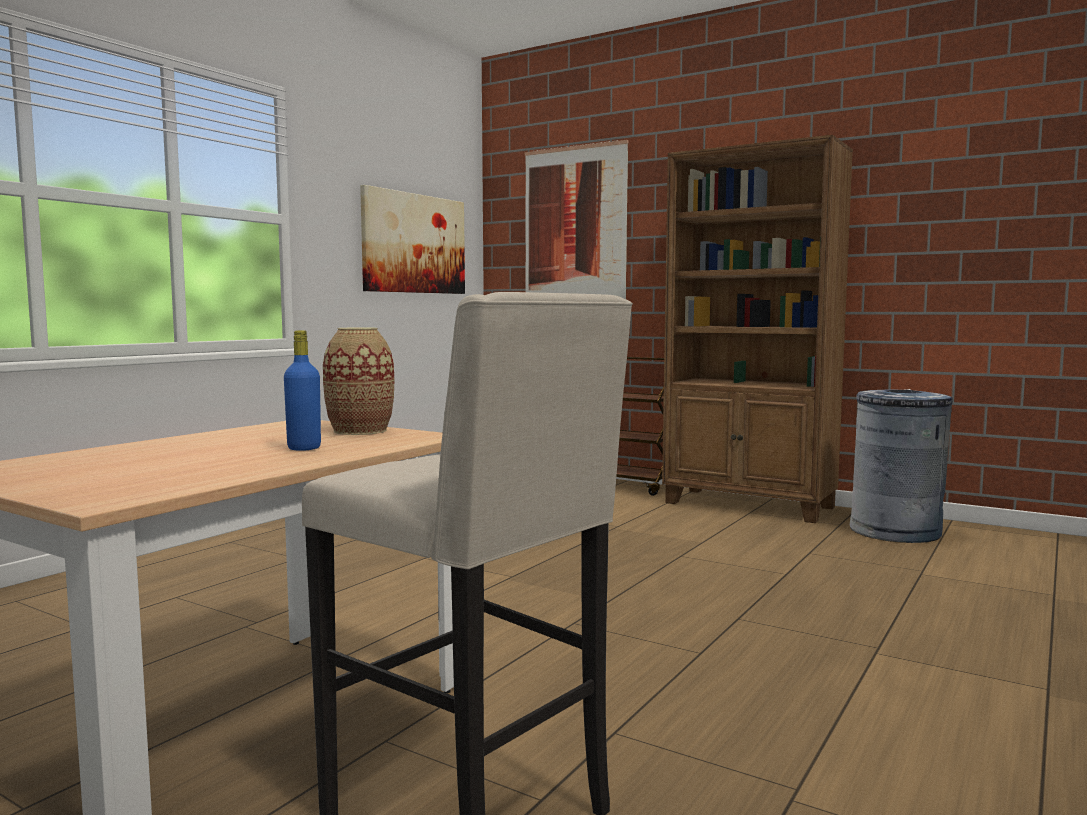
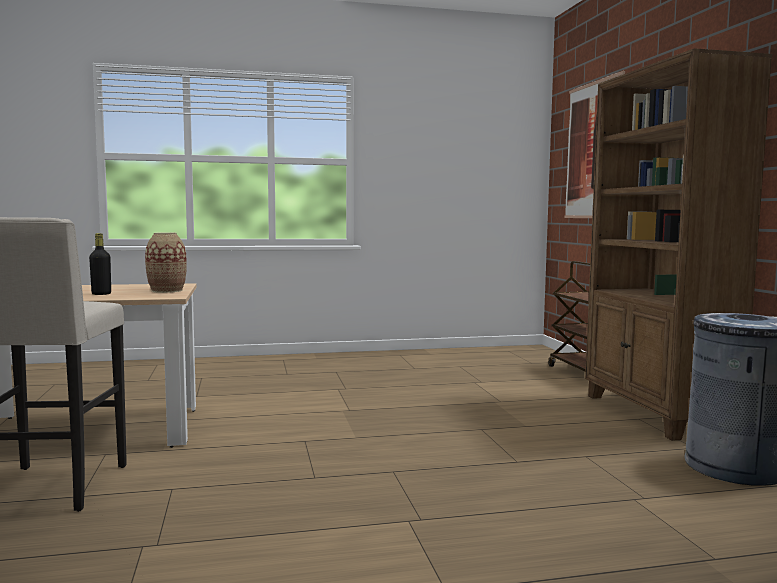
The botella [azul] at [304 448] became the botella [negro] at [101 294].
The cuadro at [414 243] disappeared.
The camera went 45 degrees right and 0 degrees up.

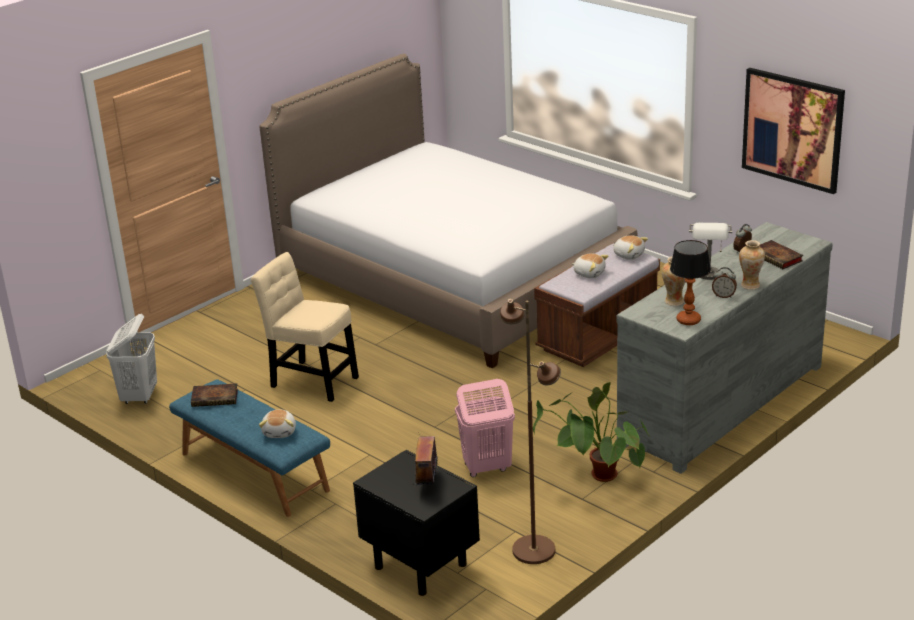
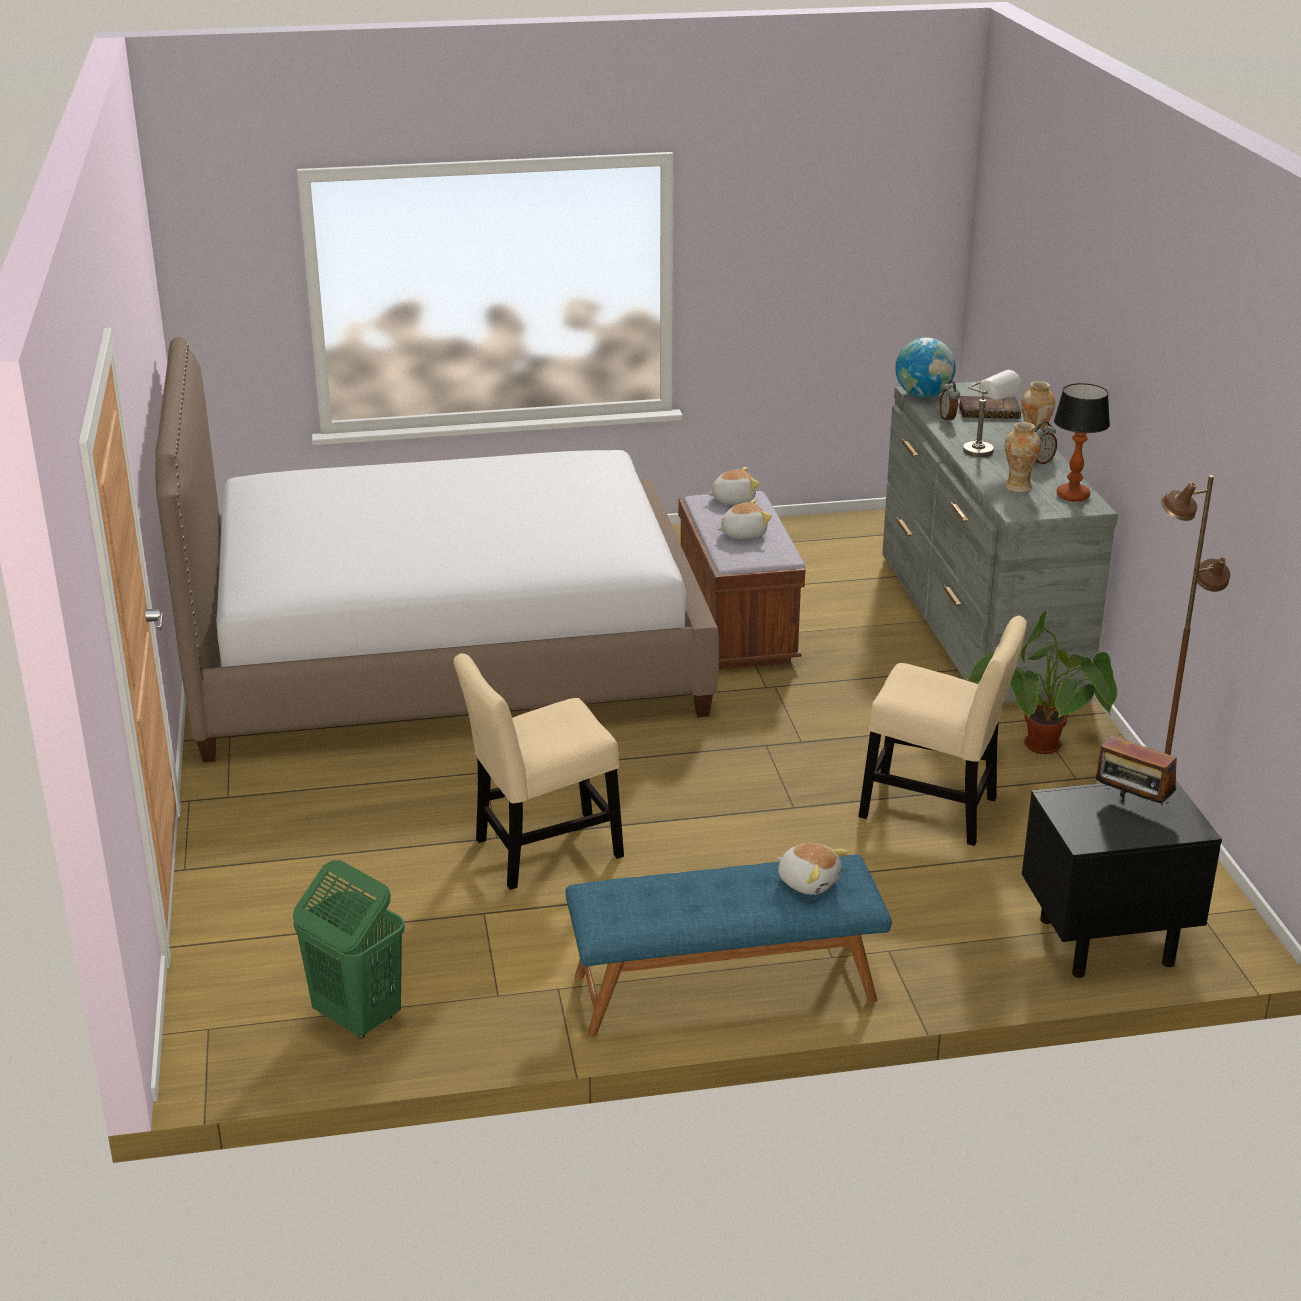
The cesto de la ropa [blanco] at [139 396] became the cesto de la ropa [verde] at [356 1017].
The cesto de la ropa [rosa] at [486 468] was replaced by the silla [beis] at [935 810].
The globo terráqueo at [923 395] appeared.
The libro at [216 398] disappeared.
The cuadro at [792 129] disappeared.
The camera went 55 degrees left and 0 degrees up.

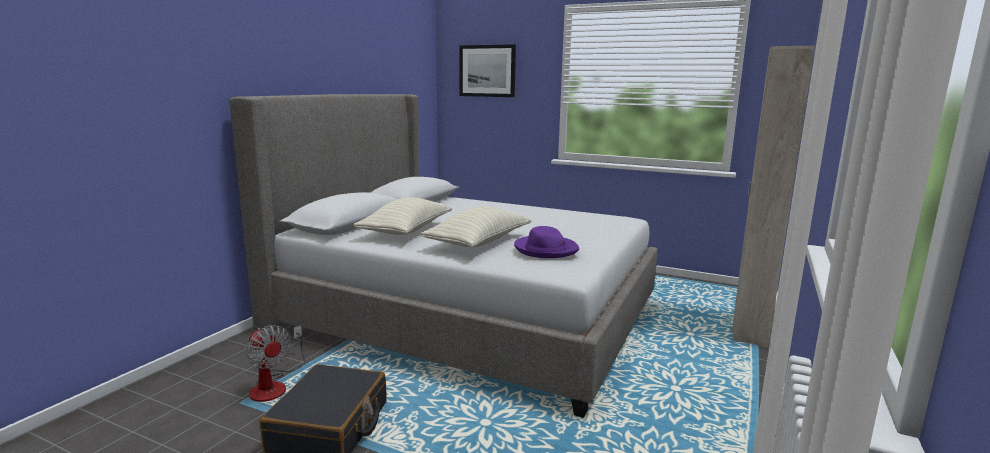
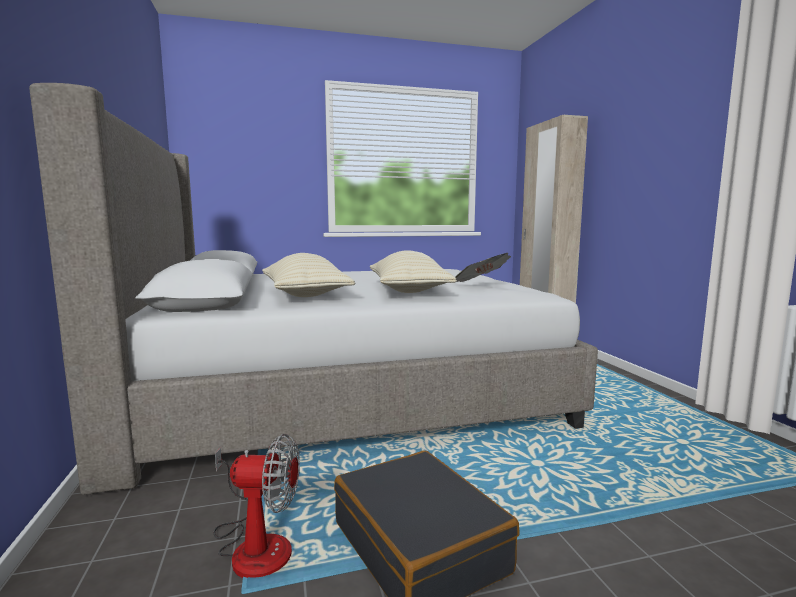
The sombrero [morado] at [545 249] was replaced by the periódico at [479 284].
The cuadro at [487 71] disappeared.
The camera went 40 degrees left and 5 degrees down.

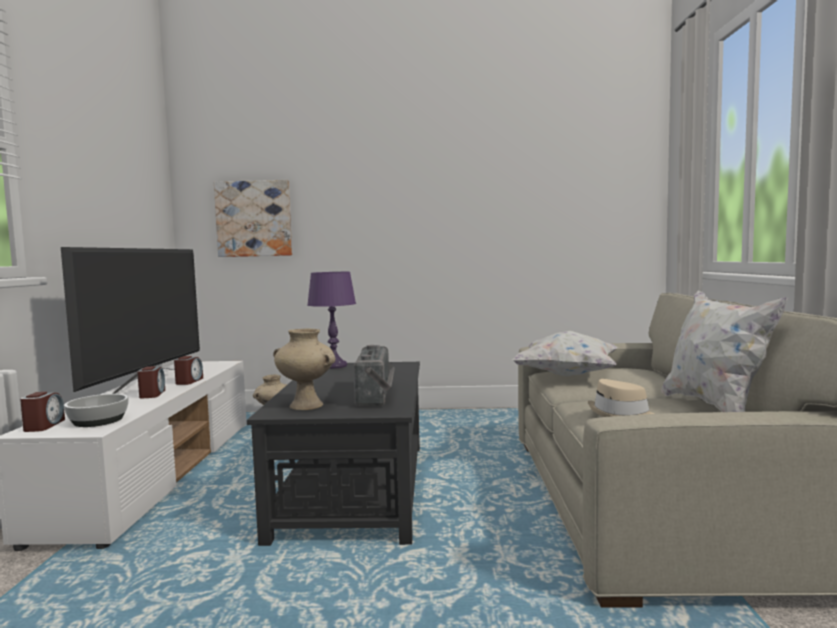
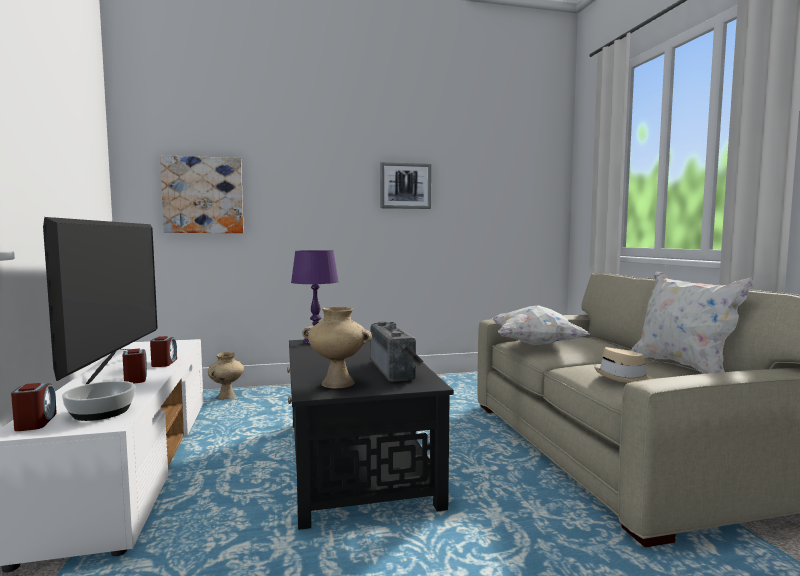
The cuadro at [405 186] appeared.
The camera went 15 degrees left and 0 degrees up.

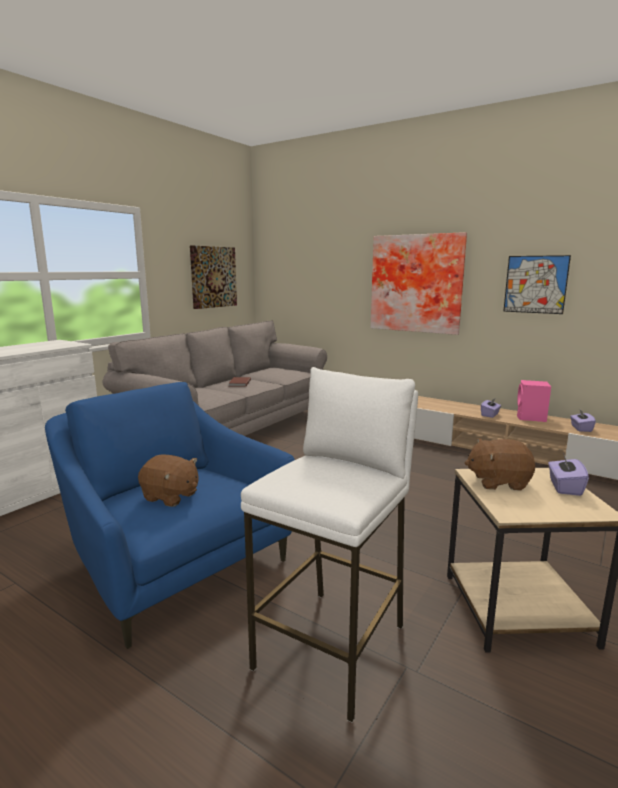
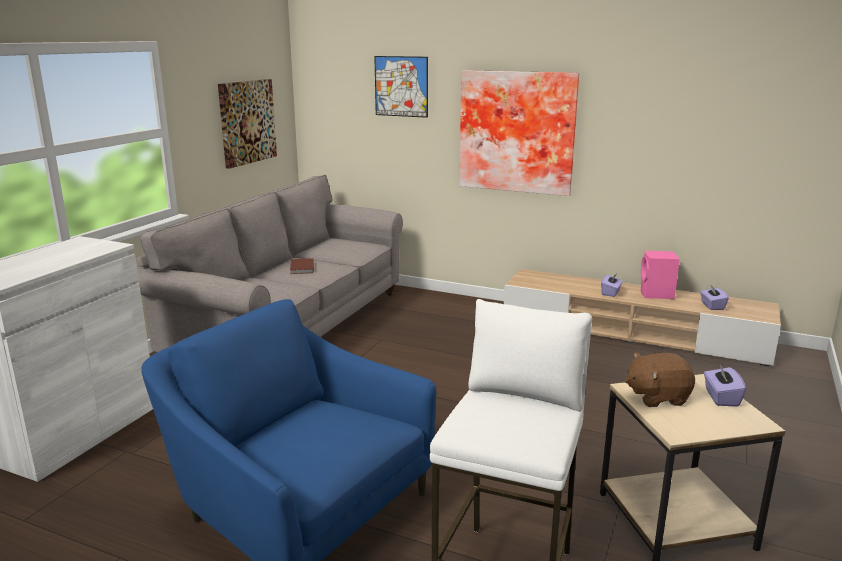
The cuadro moved from [535 284] to [401 86].
The peluche [marrón] at [170 497] disappeared.
The camera went 10 degrees left and 5 degrees up.

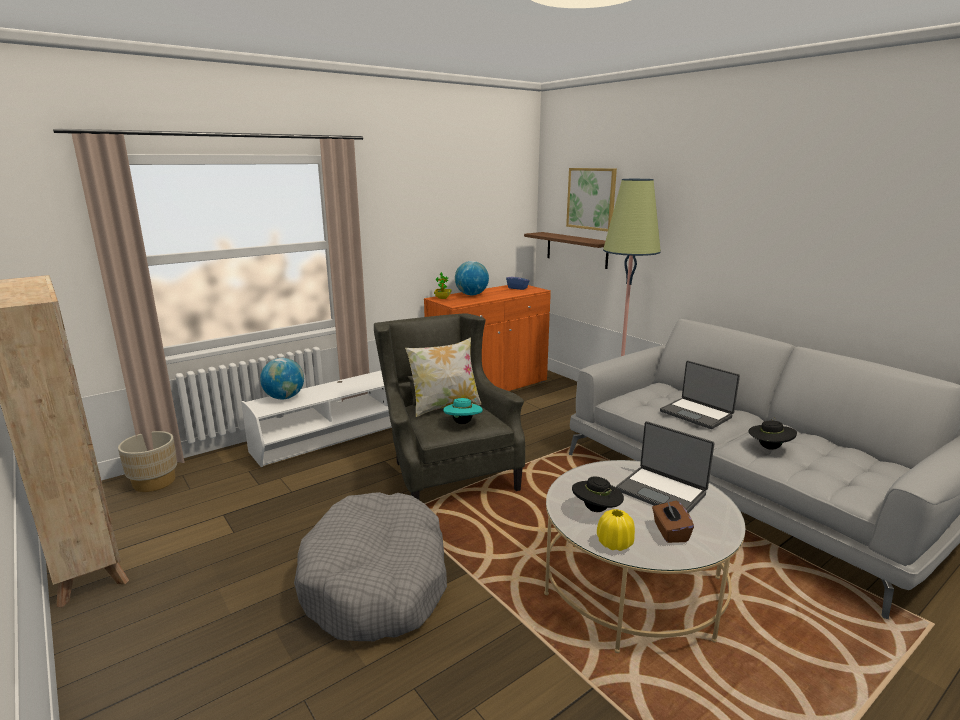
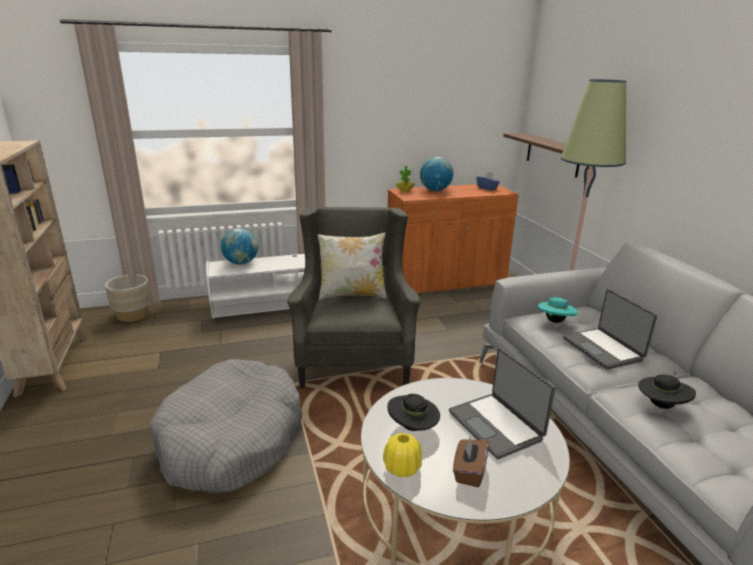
The sombrero [turquesa] moved from [463 423] to [555 321].
The cuadro at [591 198] disappeared.
The camera went 20 degrees right and 5 degrees up.

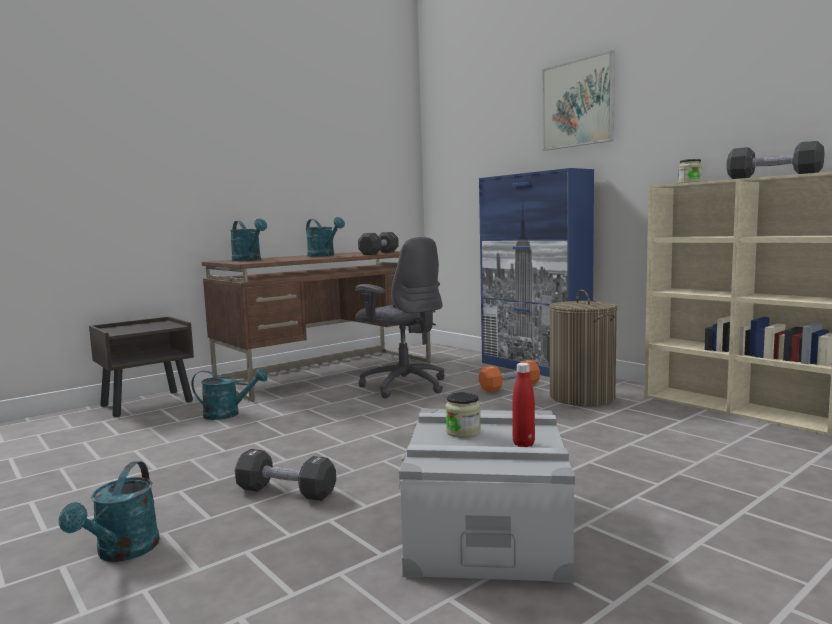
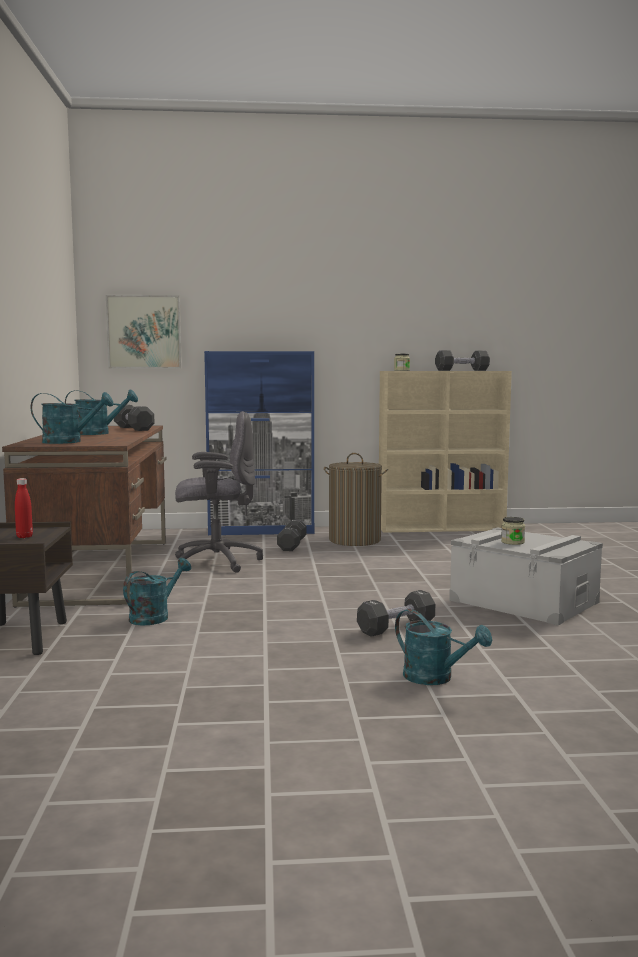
The botella [rojo] moved from [523 444] to [24 536].
The cuadro moved from [578 103] to [144 332].
The mancuerna [naranja] at [509 387] became the mancuerna [negro] at [292 545].
The camera went 55 degrees left and 0 degrees up.

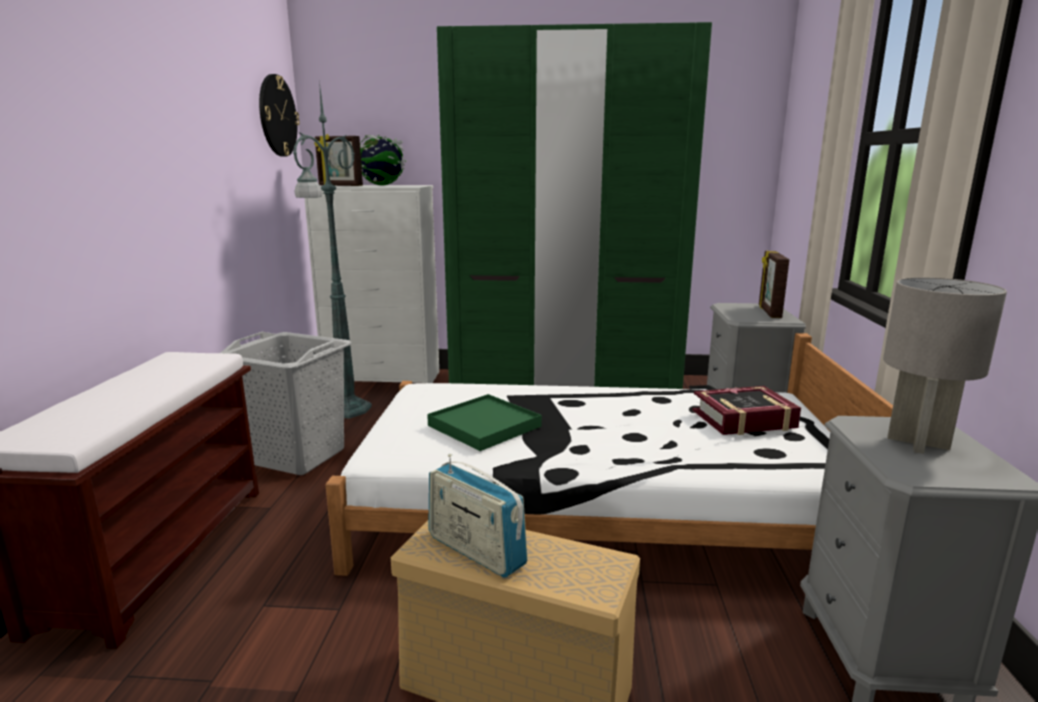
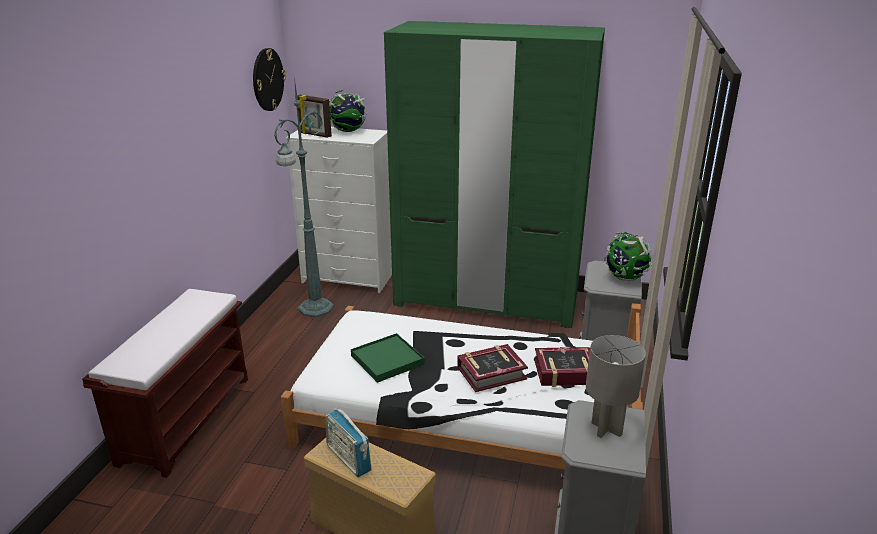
The libro at [491 373] appeared.
The portarretratos at [768 312] was replaced by the globo terráqueo at [624 277].
The cesto de la ropa [gris] at [298 456] disappeared.
The camera went 10 degrees right and 10 degrees up.

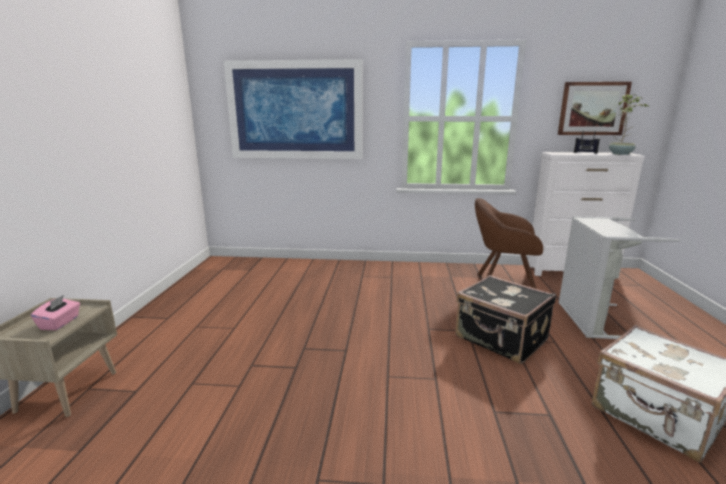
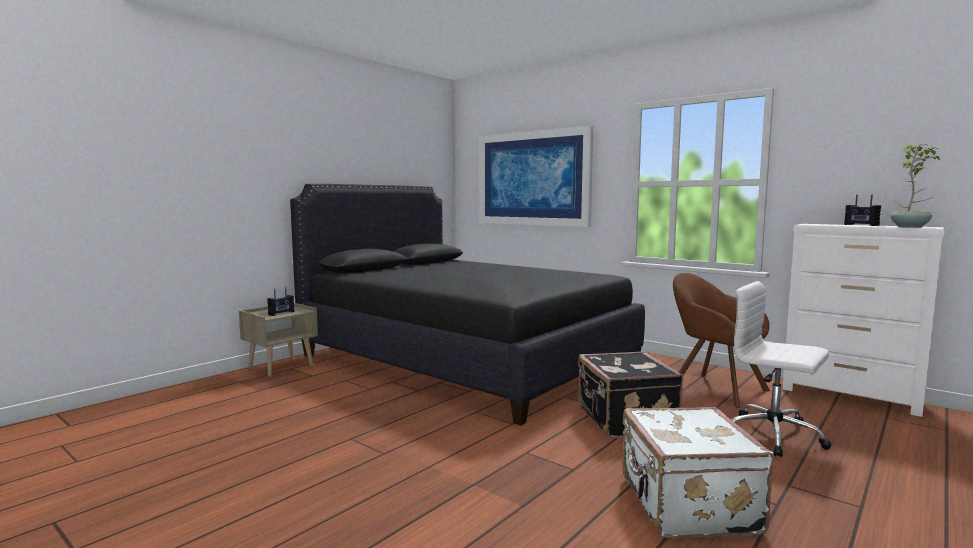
The caja de pañuelos [rosa] at [60 323] was replaced by the radio at [281 313].
The cama [negro] at [466 359] appeared.
The cesto de la ropa [gris] at [591 320] was replaced by the silla de oficina [blanco] at [775 436].
The cuadro at [592 108] disappeared.
The camera went 35 degrees right and 10 degrees down.

